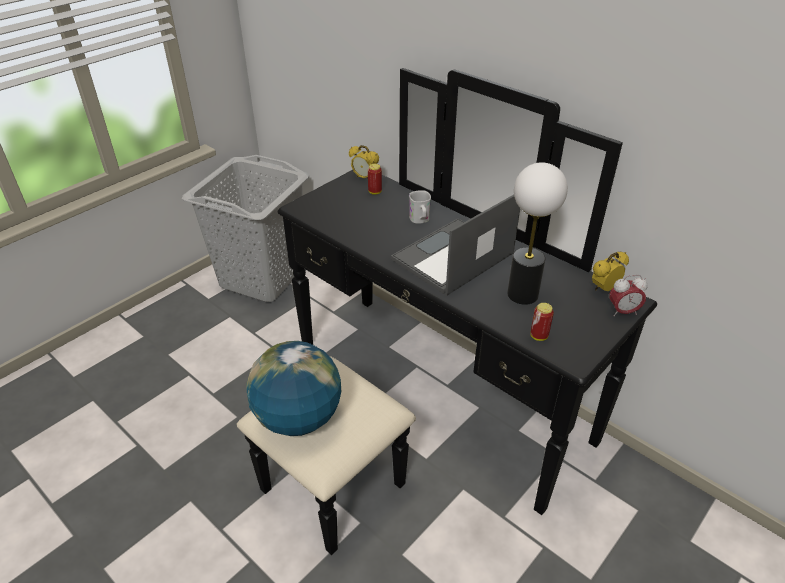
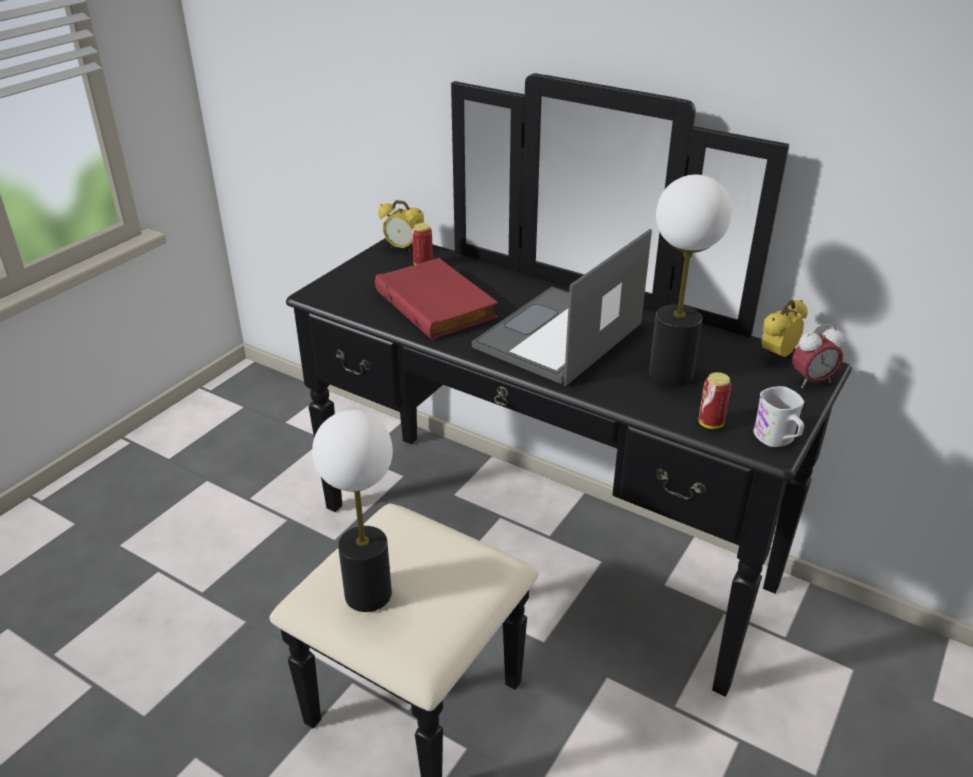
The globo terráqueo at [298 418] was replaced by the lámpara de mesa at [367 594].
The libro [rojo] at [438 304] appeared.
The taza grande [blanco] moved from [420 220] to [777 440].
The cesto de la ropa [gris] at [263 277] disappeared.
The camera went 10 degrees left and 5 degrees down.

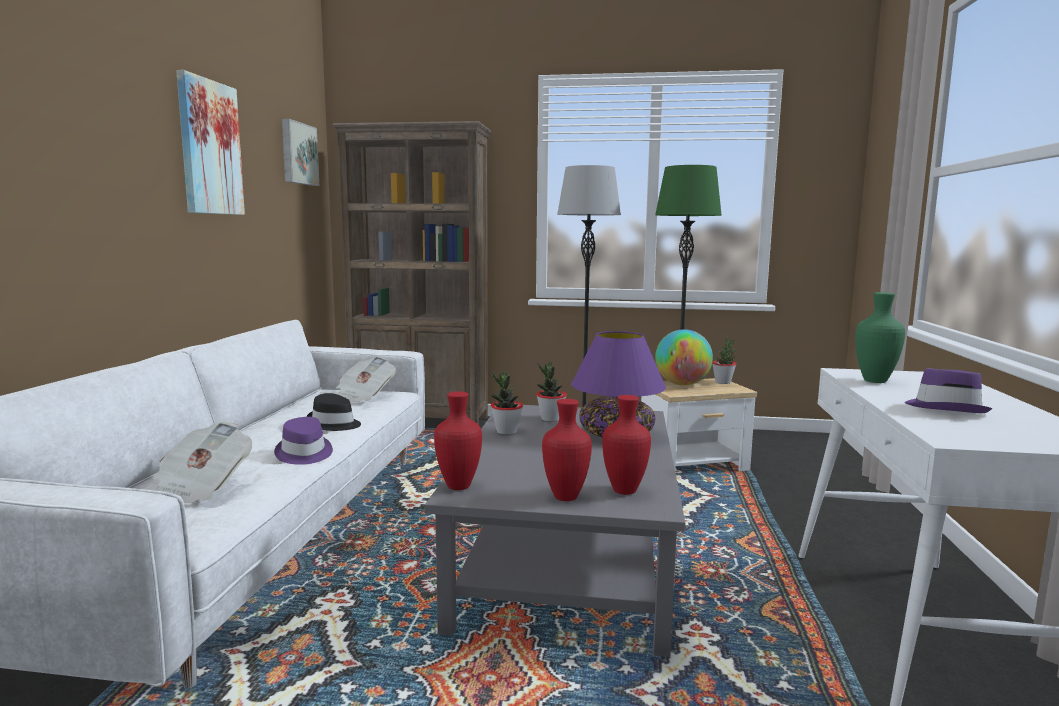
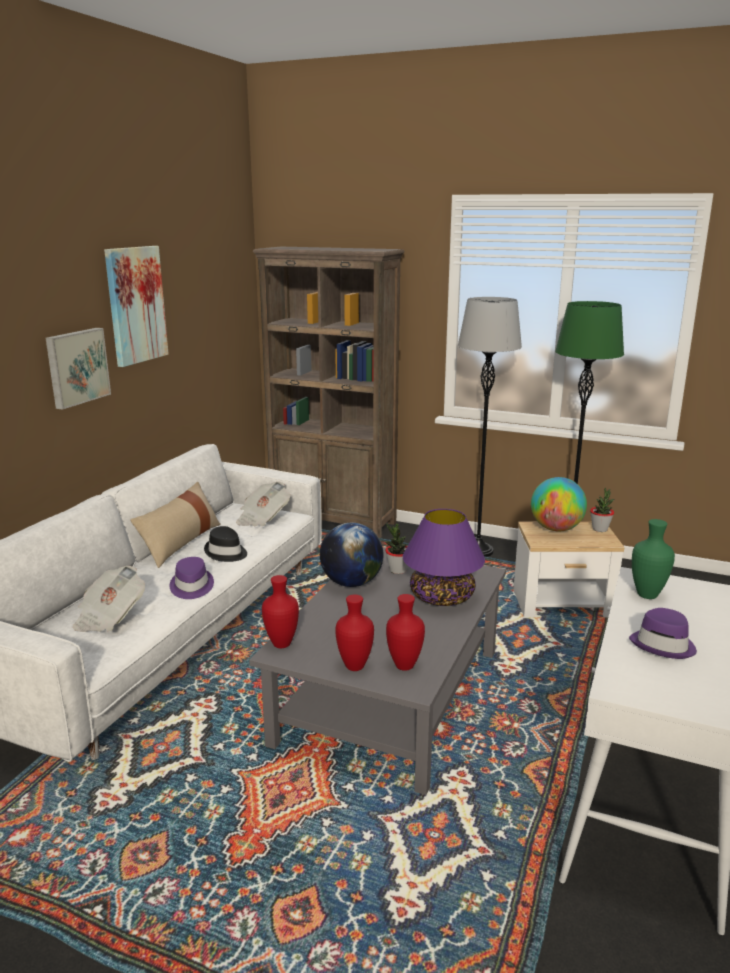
The cuadro moved from [298 153] to [76 367].
The cojín [beis] at [181 543] appeared.
The planta en maceta at [506 431] was replaced by the globo terráqueo at [351 583].
The camera went 15 degrees right and 10 degrees up.

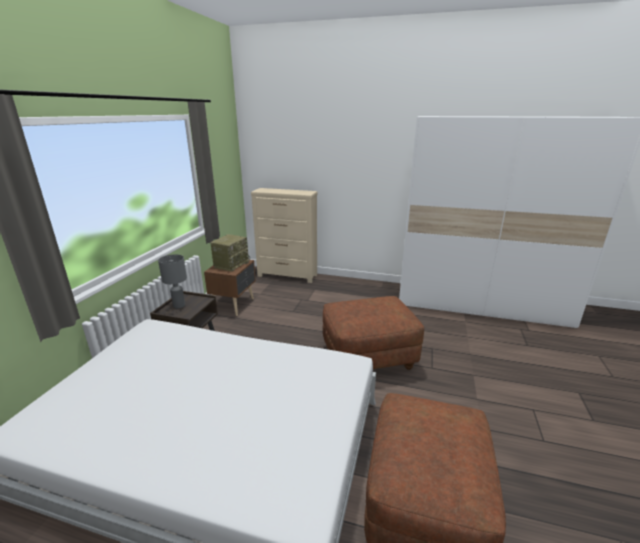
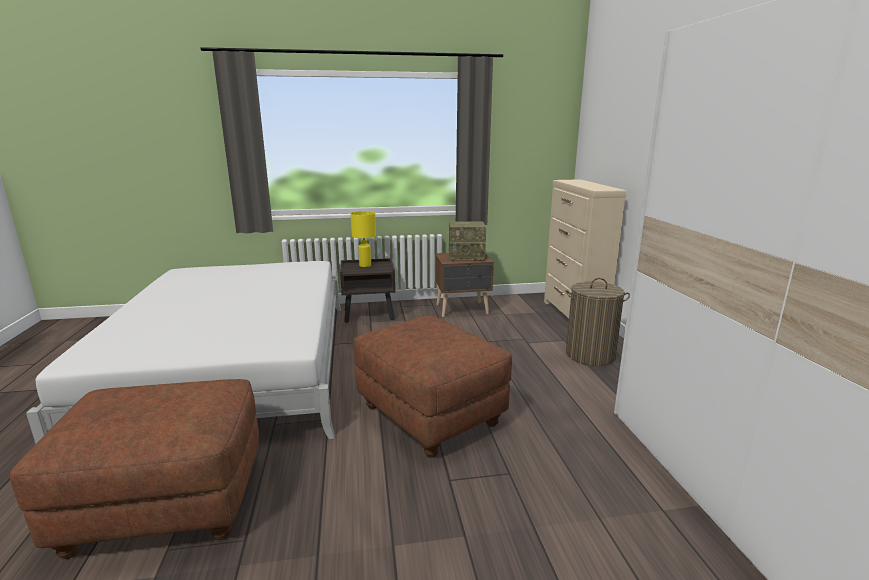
The lámpara de mesa [gris] at [179 306] became the lámpara de mesa [amarillo] at [364 265].
The cesto de la ropa at [590 355] appeared.
The camera went 65 degrees right and 5 degrees down.

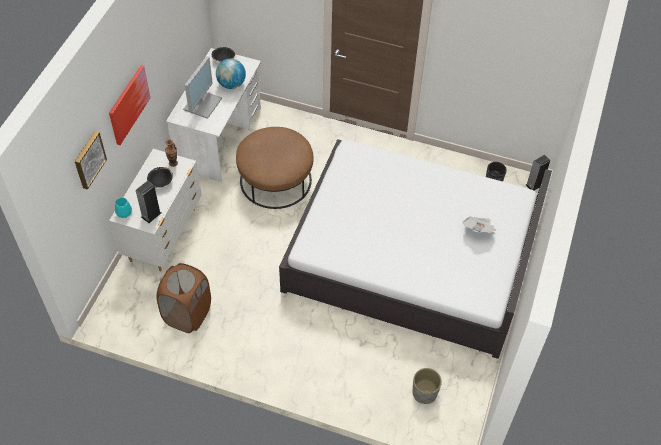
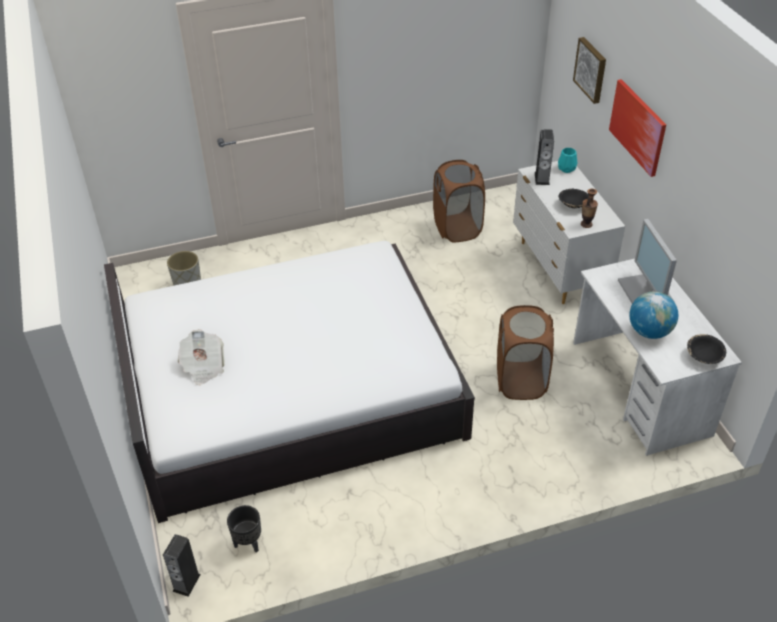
The puf [marrón] at [275 180] was replaced by the cesto de la ropa [marrón] at [520 381].
The camera went 145 degrees right and 10 degrees down.

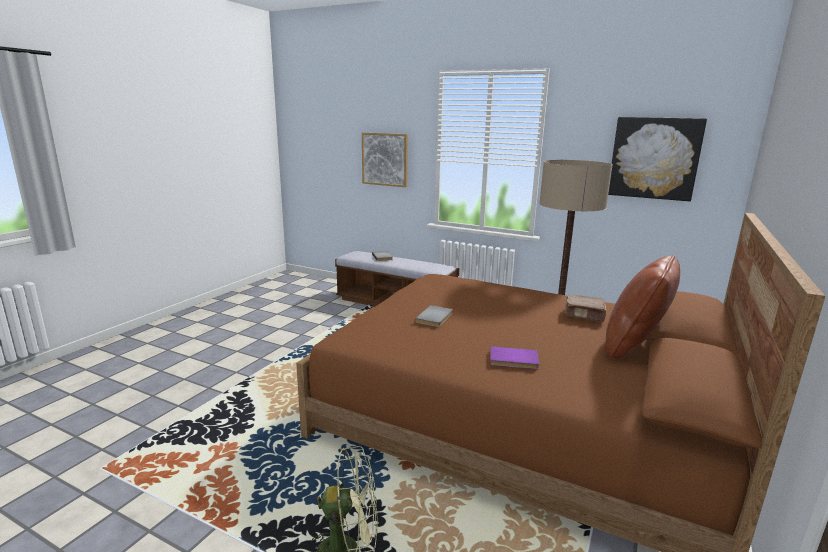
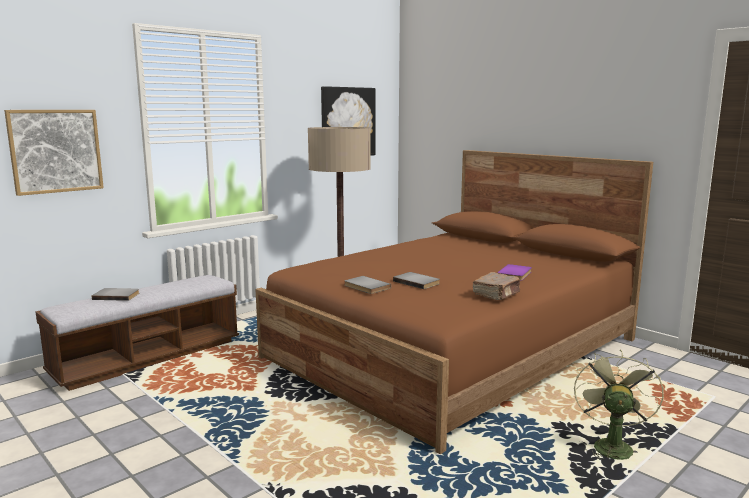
The libro [gris] at [365 287] appeared.
The libro [marrón] moved from [585 315] to [496 294].
The cojín [marrón] at [635 347] disappeared.
The camera went 70 degrees left and 5 degrees down.

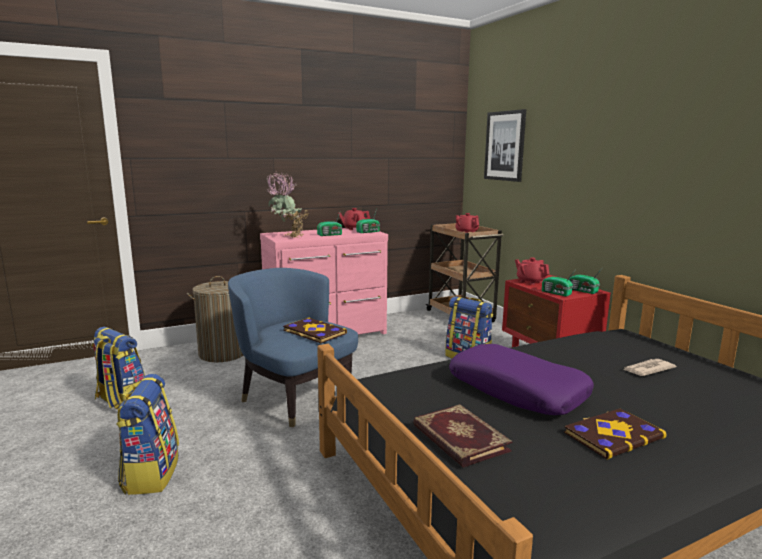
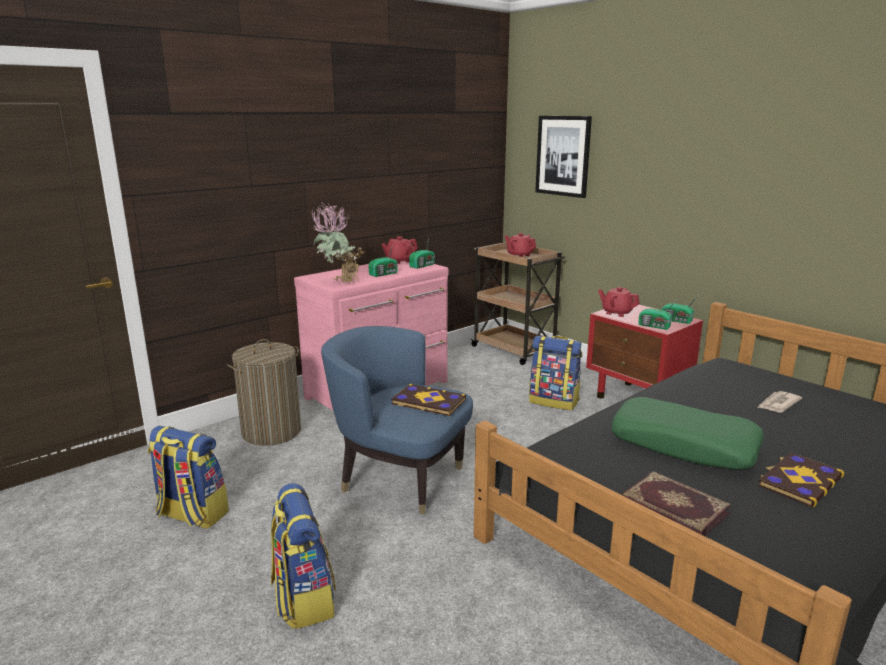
The cojín [morado] at [517 390] became the cojín [verde] at [684 445].
The camera went 15 degrees left and 5 degrees up.

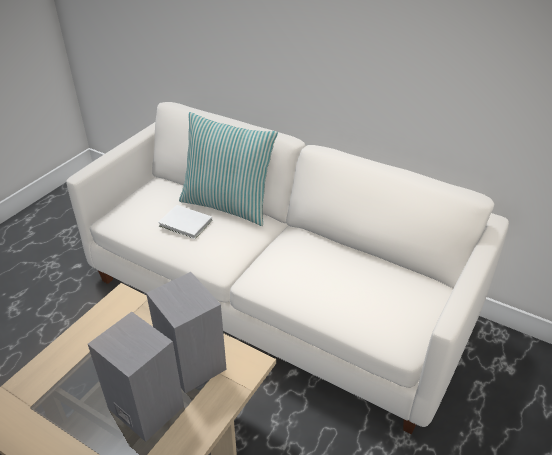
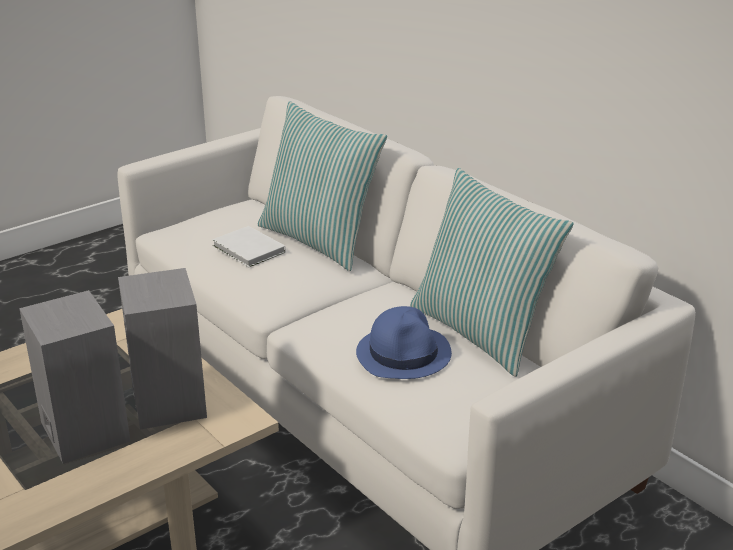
The sombrero [azul] at [404 353] appeared.
The cojín at [481 332] appeared.
The camera went 20 degrees right and 10 degrees down.

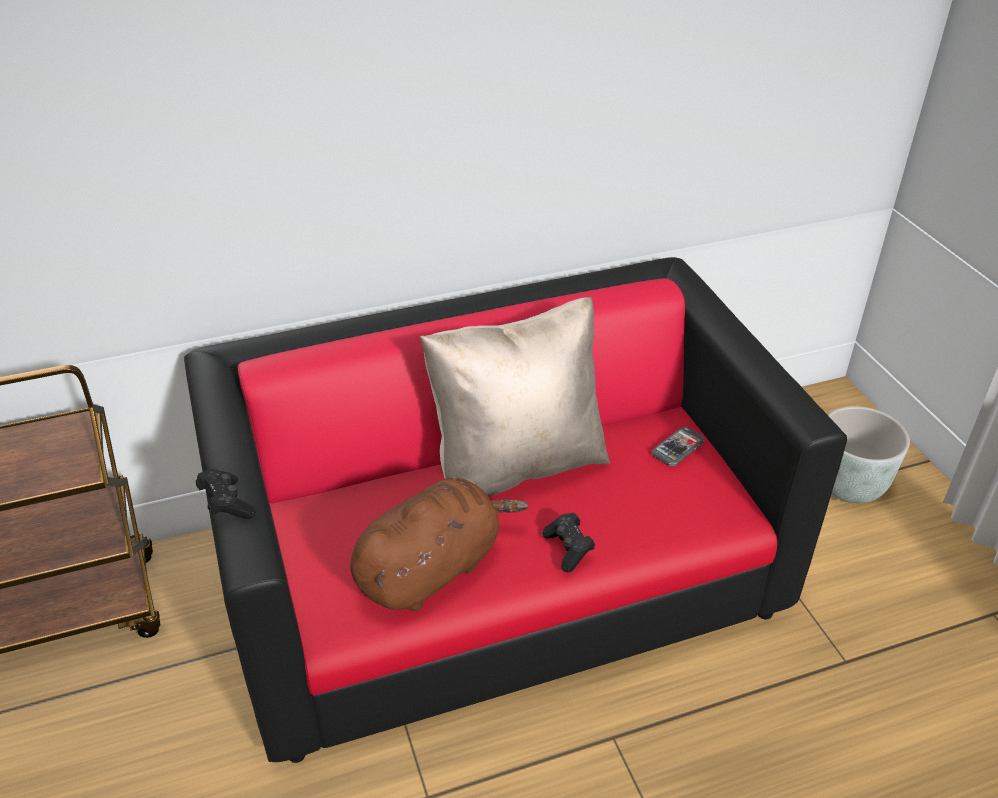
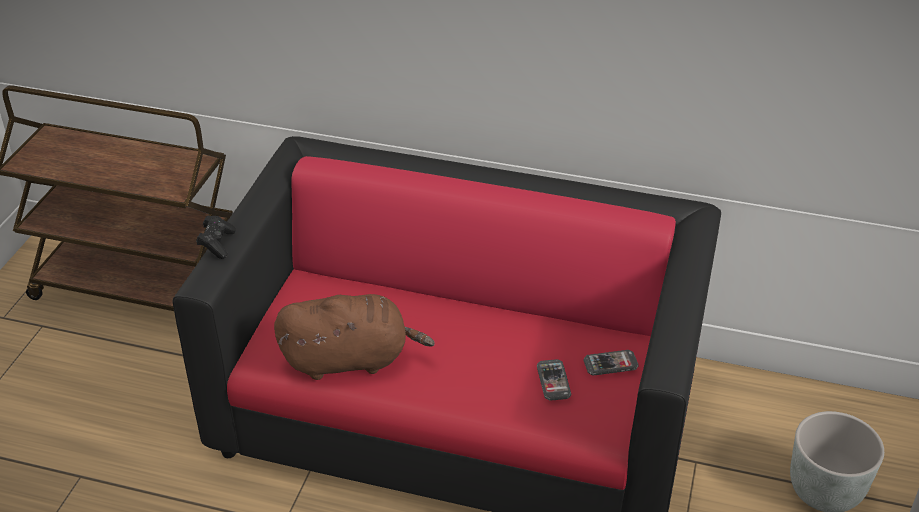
The móvil at [553 381] appeared.
The cojín [beis] at [516 464] disappeared.
The mando de consola [negro] at [568 549] disappeared.
The camera went 35 degrees right and 0 degrees up.

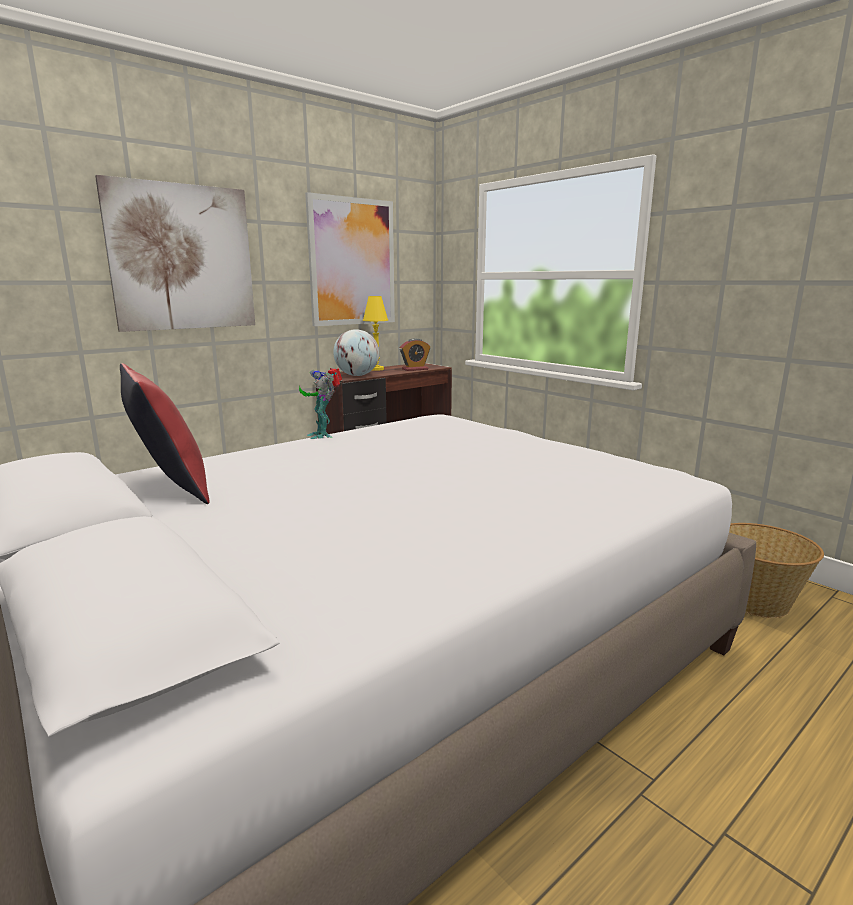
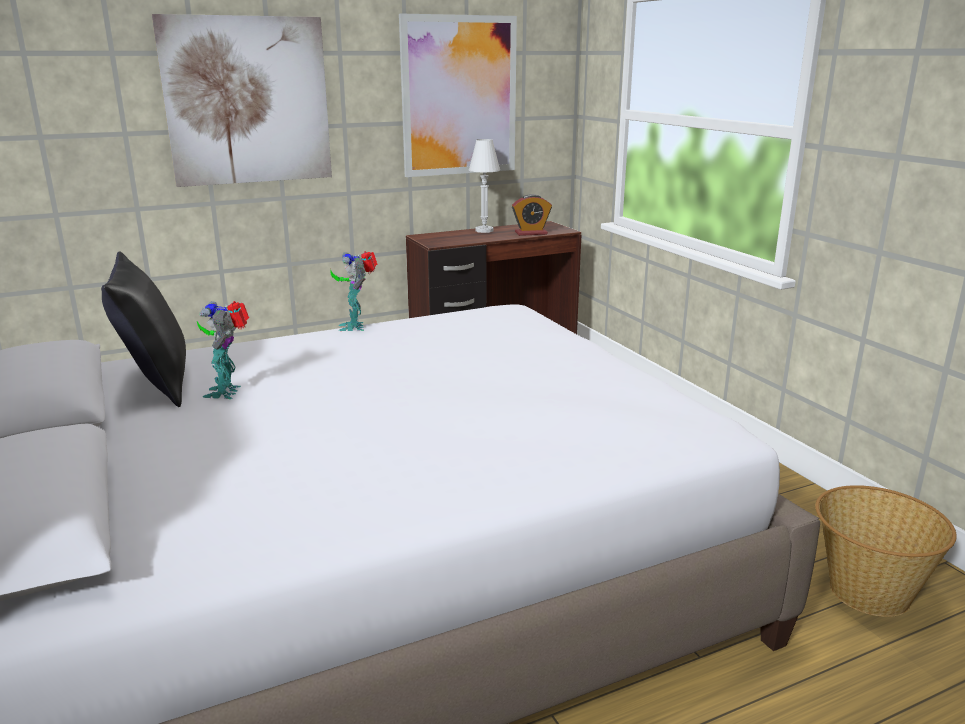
The cojín [rojo] at [170 488] became the cojín [negro] at [157 384].
The robot de juguete at [227 391] appeared.
The lámpara de mesa [amarillo] at [376 369] became the lámpara de mesa [blanco] at [484 230].
The globo terráqueo at [357 375] disappeared.
The camera went 15 degrees right and 5 degrees up.

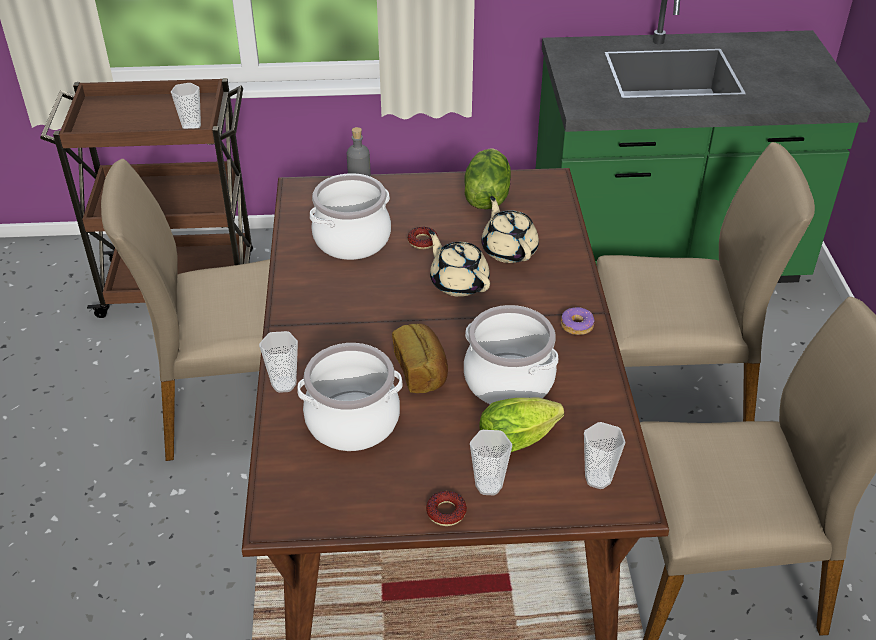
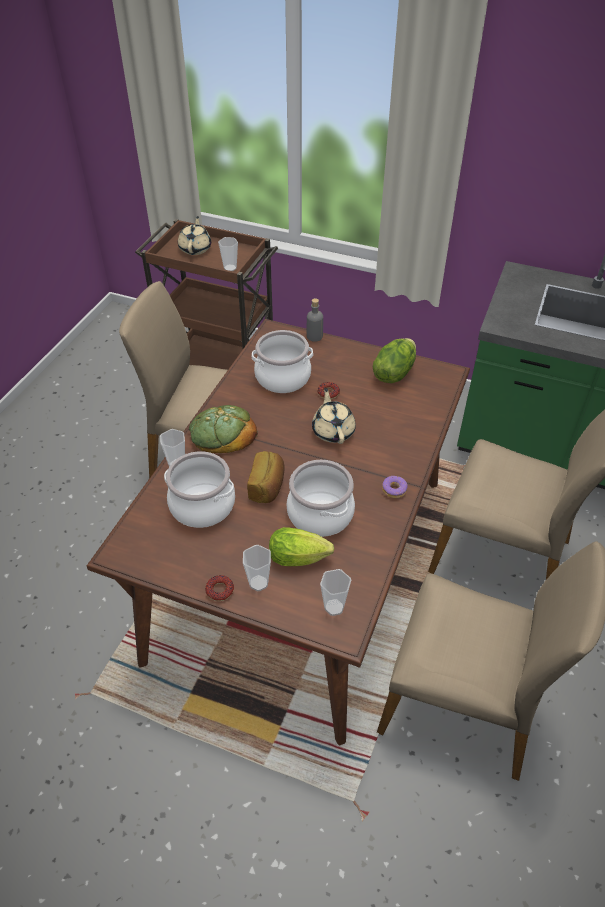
The tetera [beis] moved from [509 250] to [195 248].
The pan at [222 432] appeared.
The camera went 25 degrees right and 5 degrees up.

